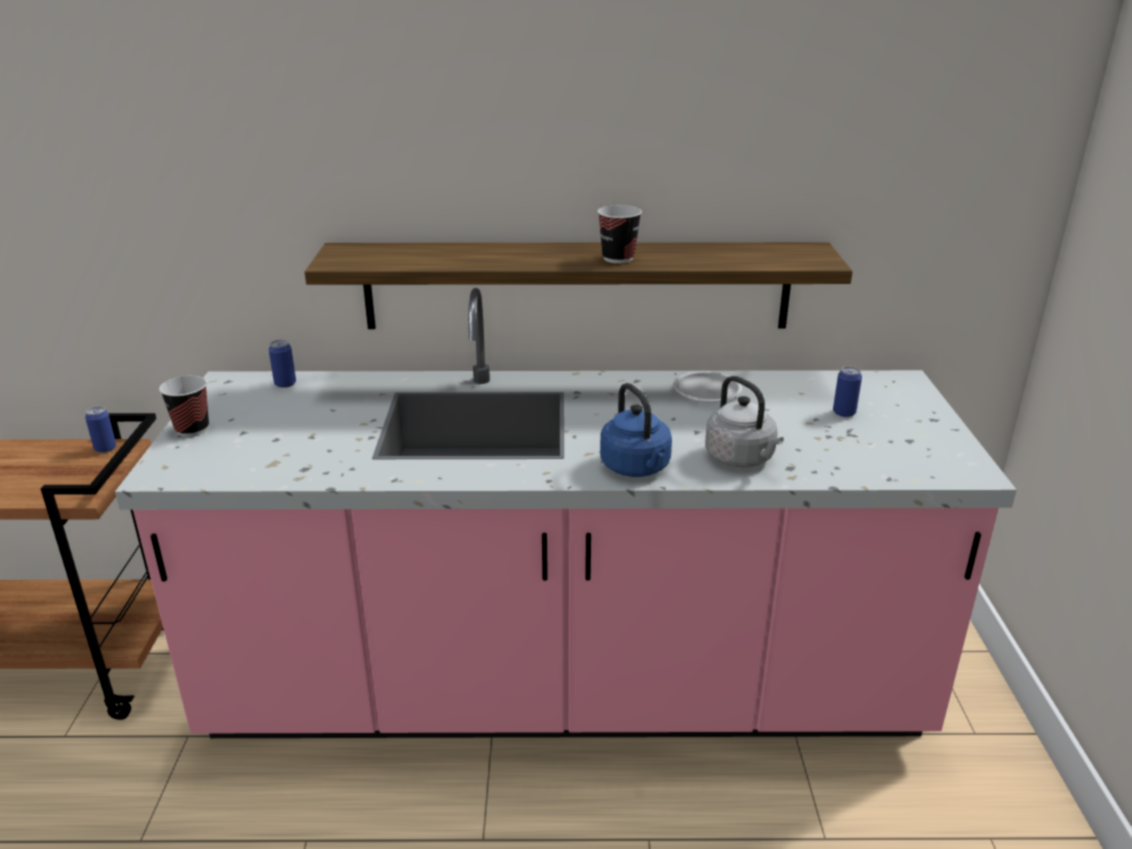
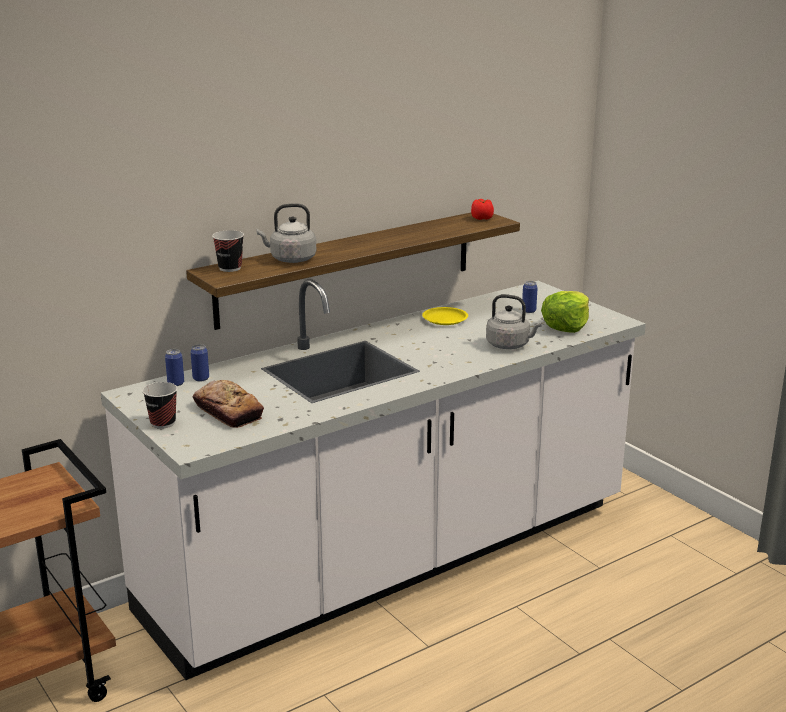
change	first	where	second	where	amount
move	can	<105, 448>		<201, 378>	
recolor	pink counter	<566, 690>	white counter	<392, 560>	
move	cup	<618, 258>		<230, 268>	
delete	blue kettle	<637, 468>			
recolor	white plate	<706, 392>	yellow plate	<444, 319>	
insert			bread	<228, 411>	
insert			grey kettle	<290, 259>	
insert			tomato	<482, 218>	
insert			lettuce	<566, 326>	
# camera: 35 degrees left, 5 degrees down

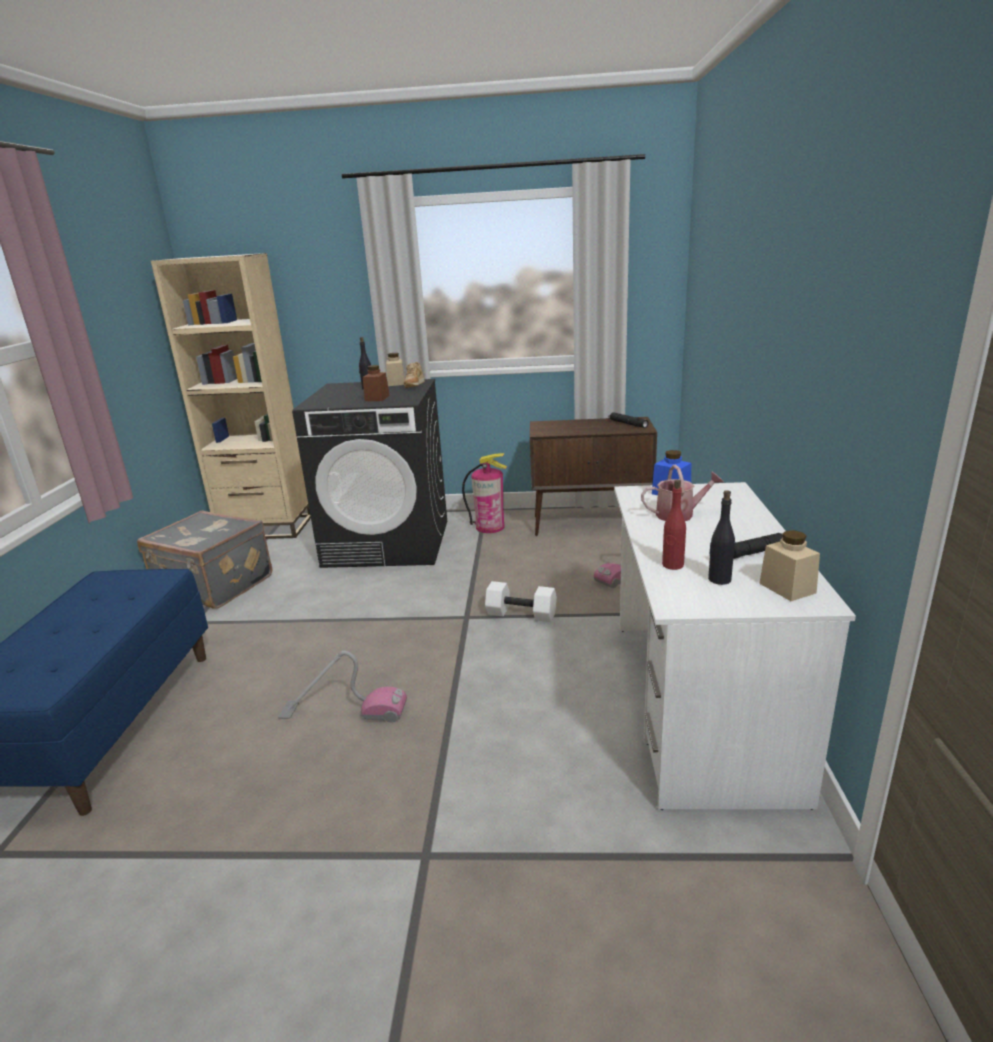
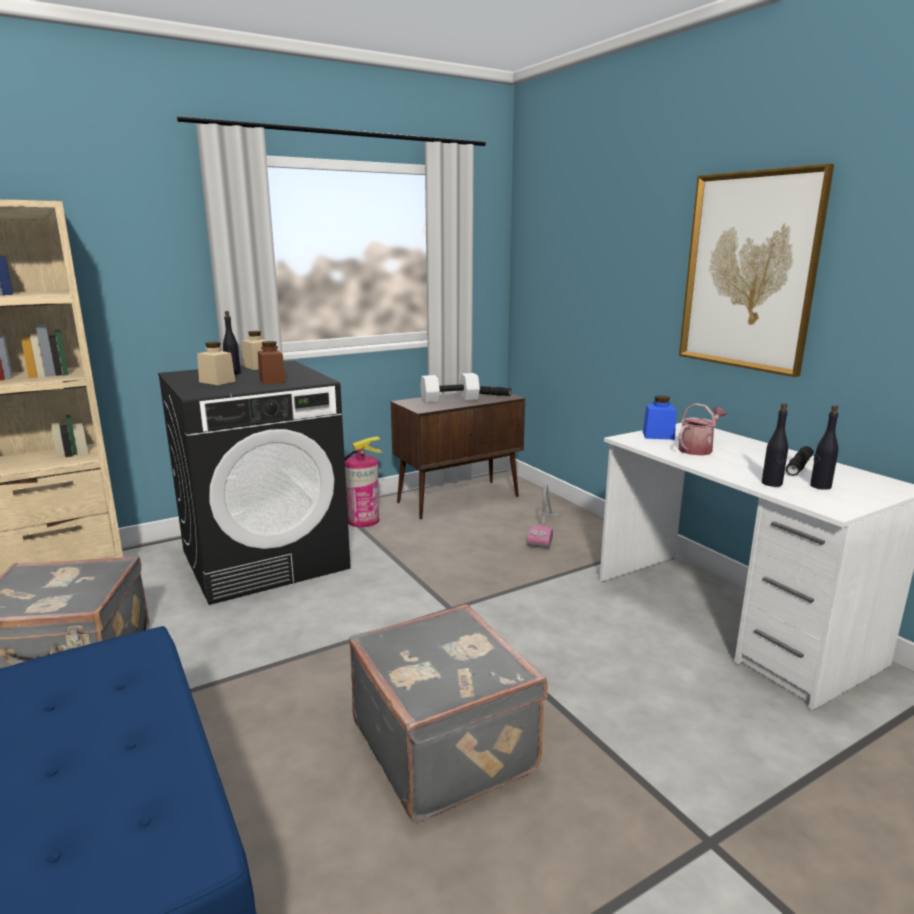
change	first	where	second	where	amount
replace	vacuum cleaner	<343, 712>	grey suitcase	<446, 745>	
delete	beige shoe	<414, 386>			
move	white dumbbell	<522, 613>		<450, 399>	
recolor	red bottle	<672, 565>	black bottle	<772, 483>	
move	beige jar	<787, 588>		<217, 381>	
insert			picture	<749, 271>	
# camera: 35 degrees left, 5 degrees down

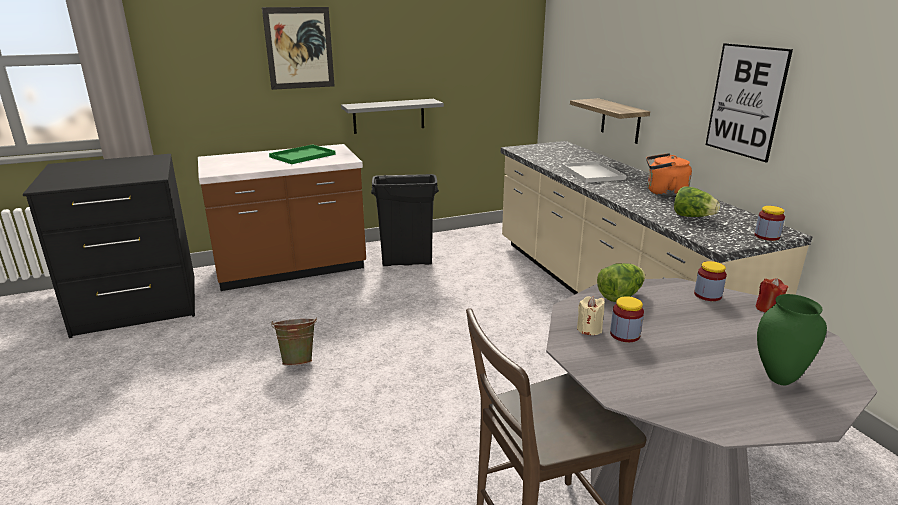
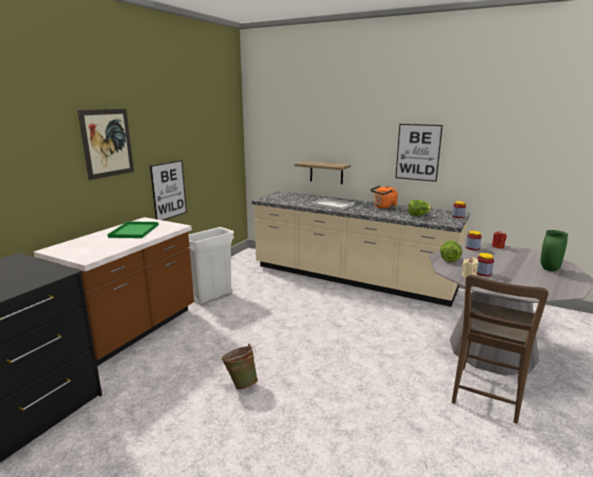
change	first	where	second	where	amount
replace	grey shelf	<389, 116>	picture	<169, 190>	
recolor	black trash can	<407, 262>	white trash can	<212, 296>	
# camera: 40 degrees left, 5 degrees down

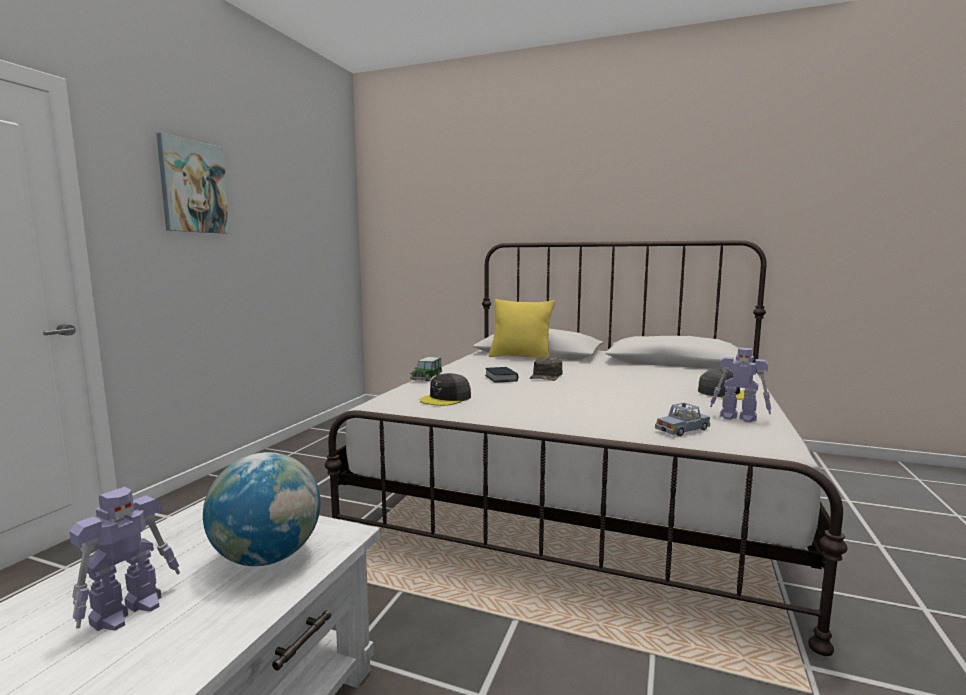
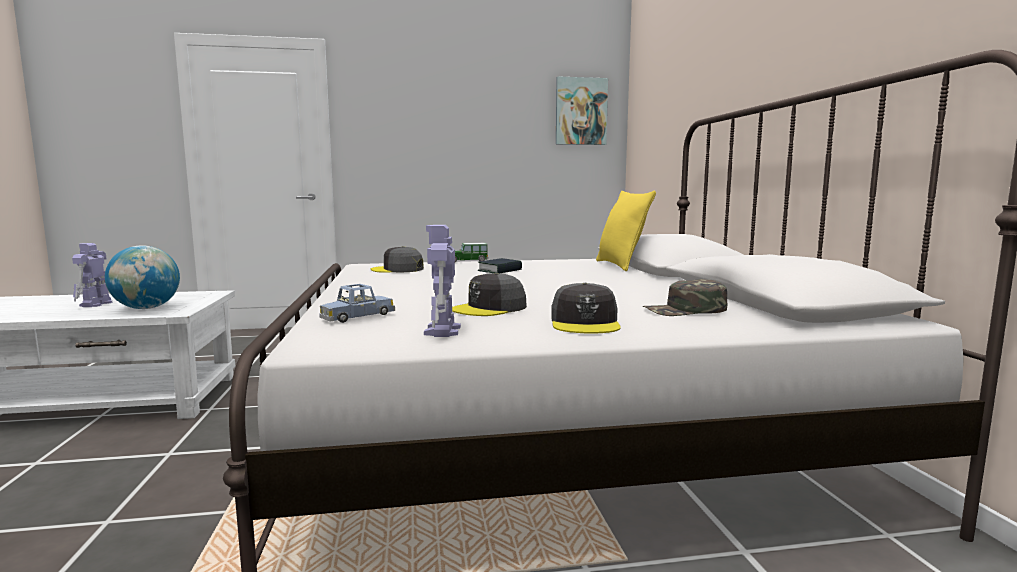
change	first	where	second	where	amount
rotate	toy robot	<130, 610>		<95, 304>	90 degrees clockwise
move	picture	<193, 187>		<581, 111>	
move	green cap	<546, 376>		<685, 310>	
rotate	blue toy car	<683, 430>		<357, 317>	105 degrees clockwise
insert			grey cap	<489, 308>	
# camera: 60 degrees right, 0 degrees up

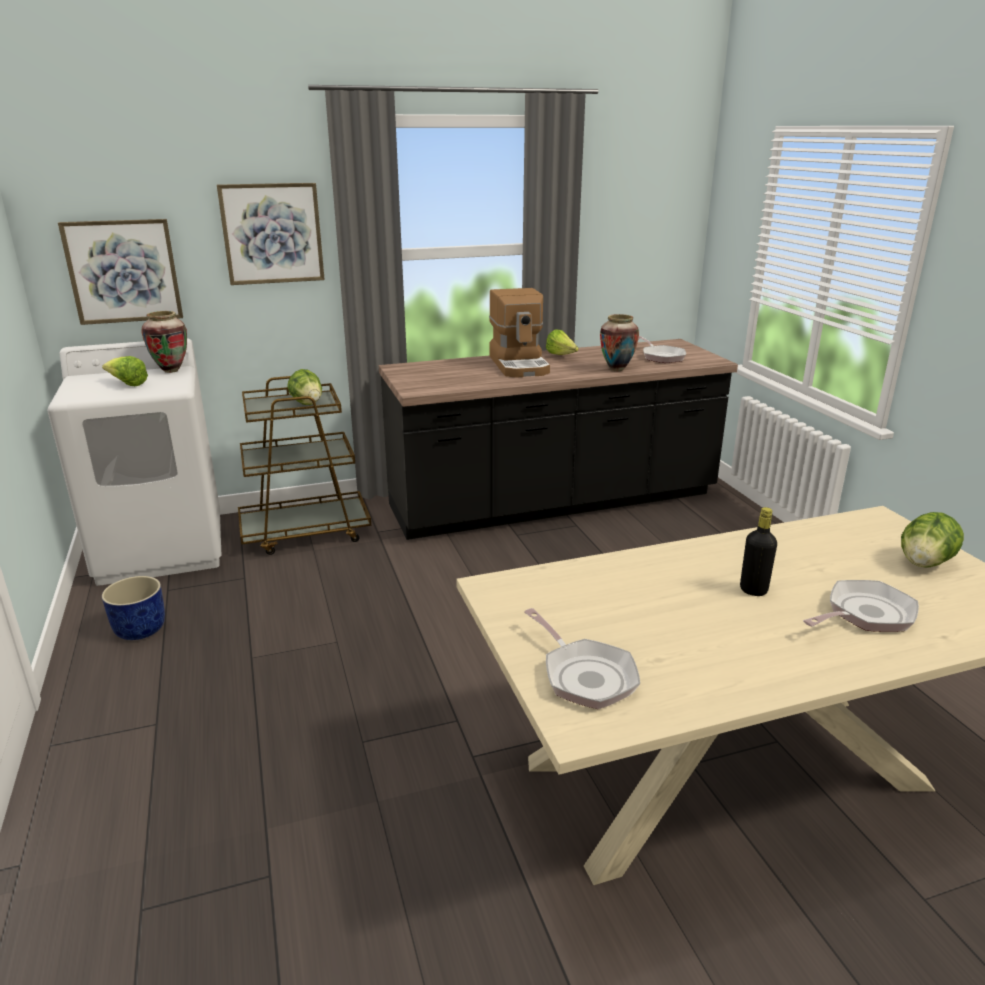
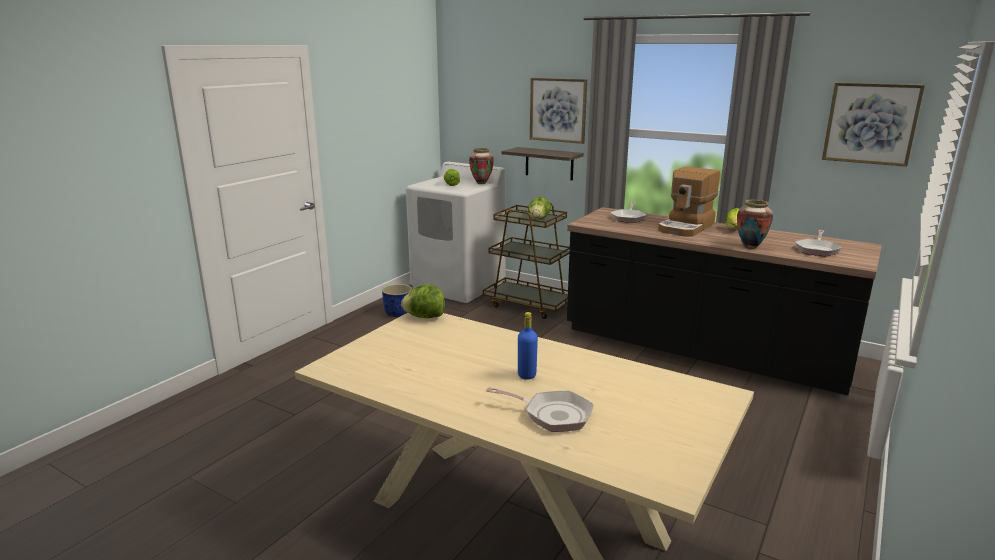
change	first	where	second	where	amount
move	picture	<123, 271>		<871, 123>	
move	frying pan	<585, 675>		<628, 218>	
recolor	black bottle	<753, 590>	blue bottle	<527, 375>	
move	lettuce	<925, 563>		<425, 317>	
insert			shelf	<549, 163>	
# camera: 50 degrees right, 5 degrees down

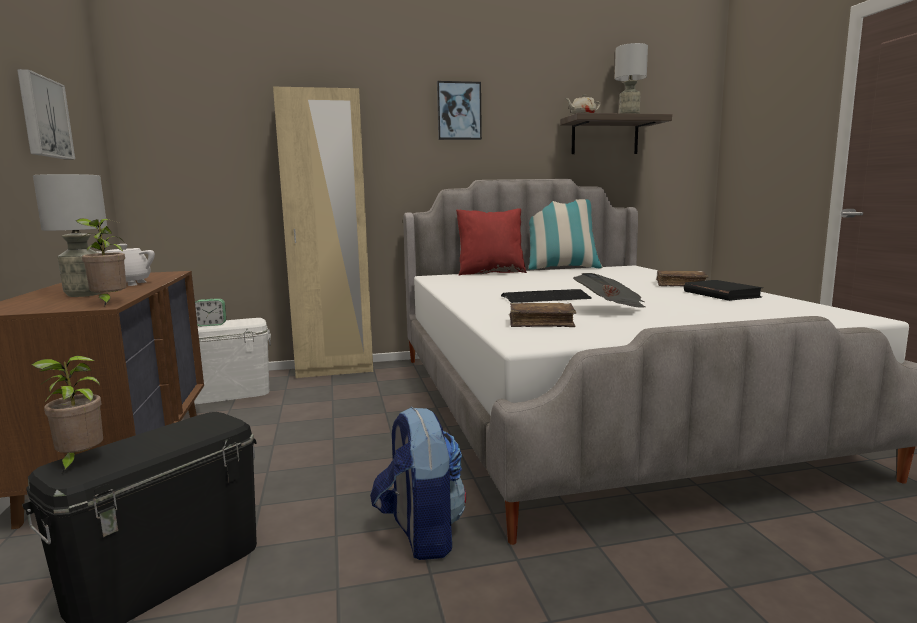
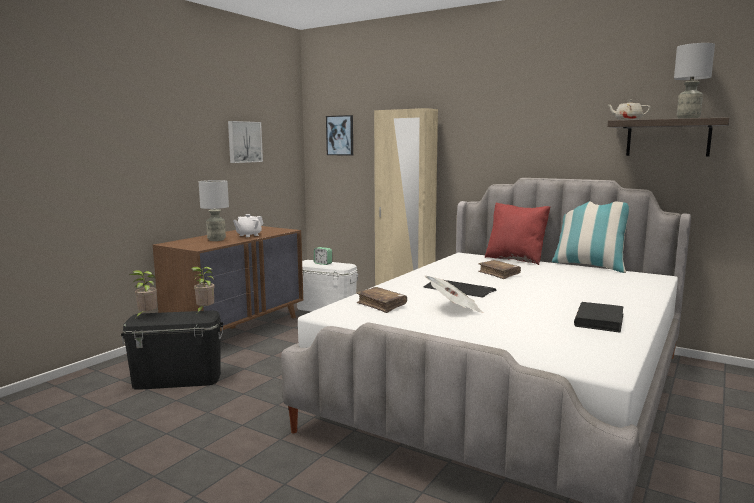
change	first	where	second	where	amount
move	potted plant	<109, 303>		<204, 310>	
delete	backpack	<420, 534>			
move	picture	<459, 111>		<340, 135>	
move	brown book	<680, 284>		<499, 274>	
# camera: 45 degrees right, 0 degrees up

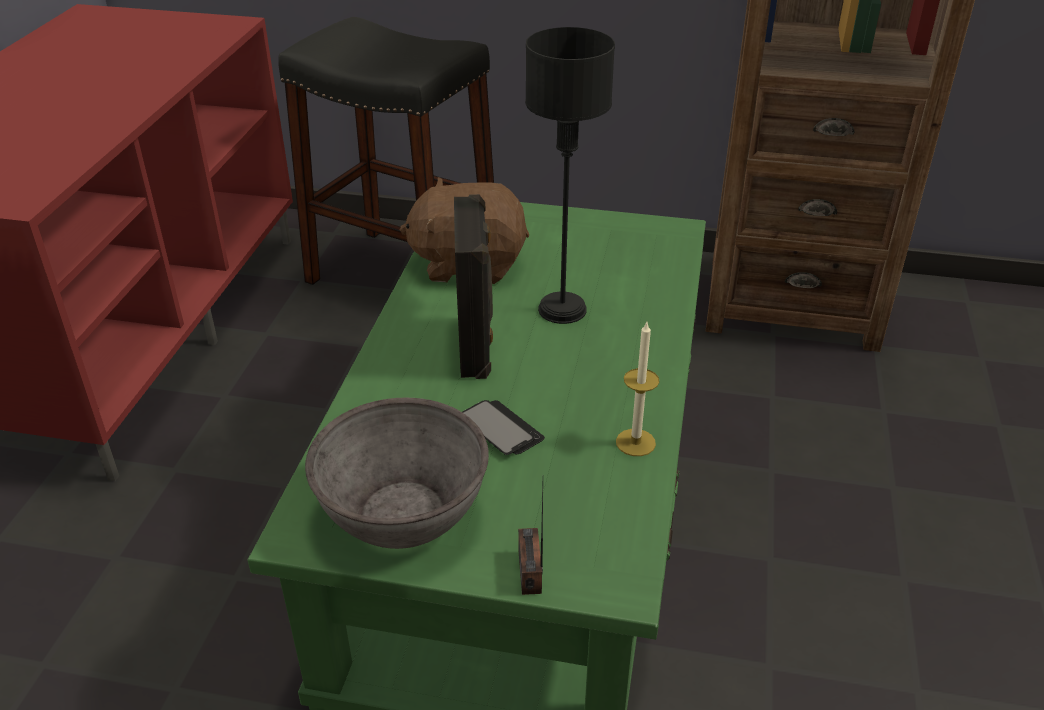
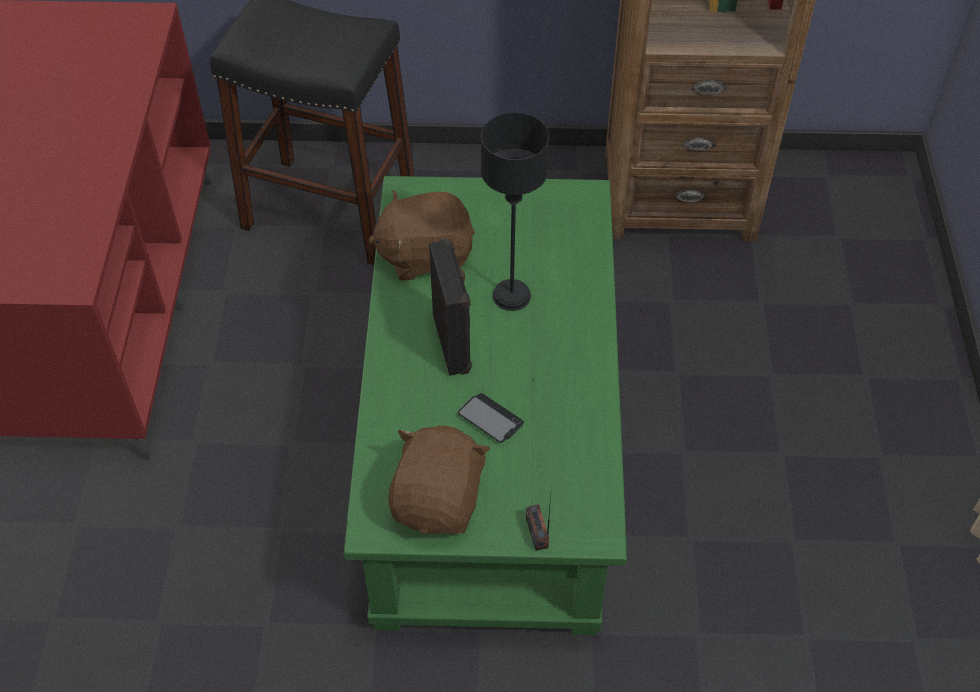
change	first	where	second	where	amount
replace	grey bowl	<402, 513>	brown plush toy	<439, 500>	
delete	candle	<635, 442>			
# camera: 10 degrees left, 15 degrees up

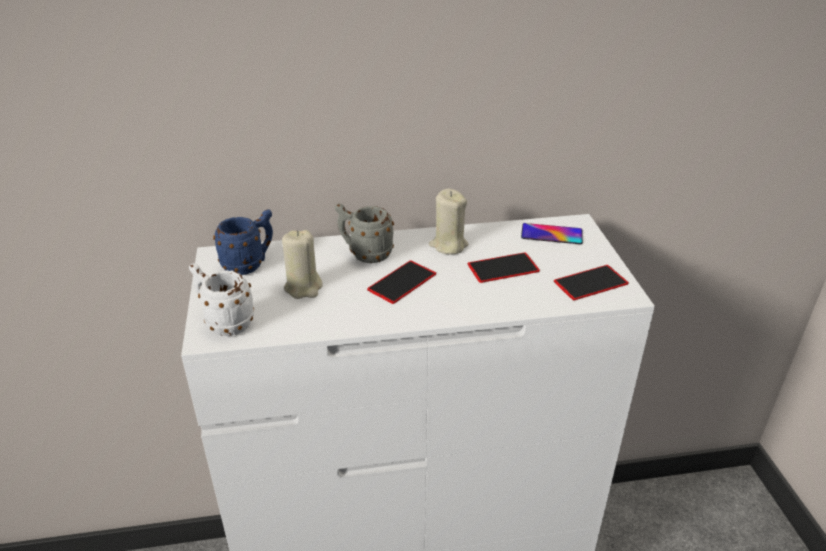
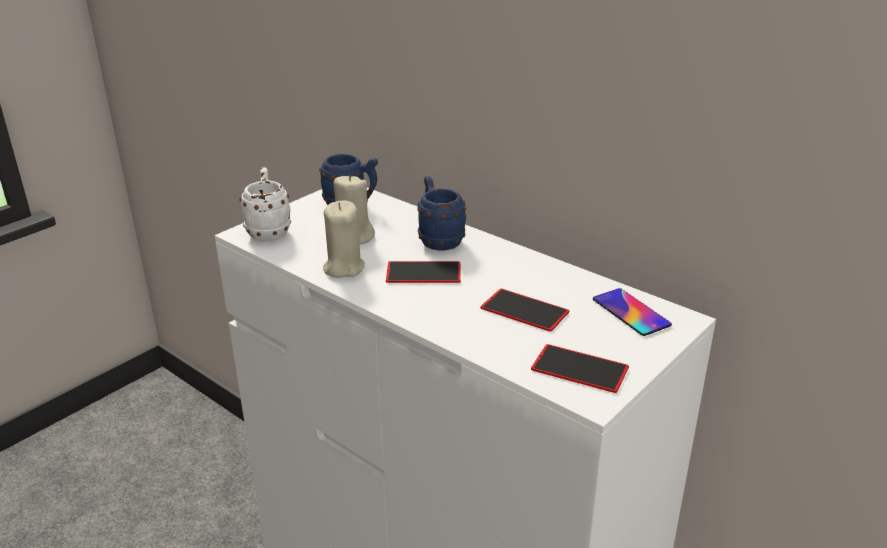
change	first	where	second	where	amount
recolor	grey mug	<365, 254>	blue mug	<438, 239>	
move	beige candle	<448, 245>		<343, 268>	
# camera: 50 degrees right, 5 degrees down

